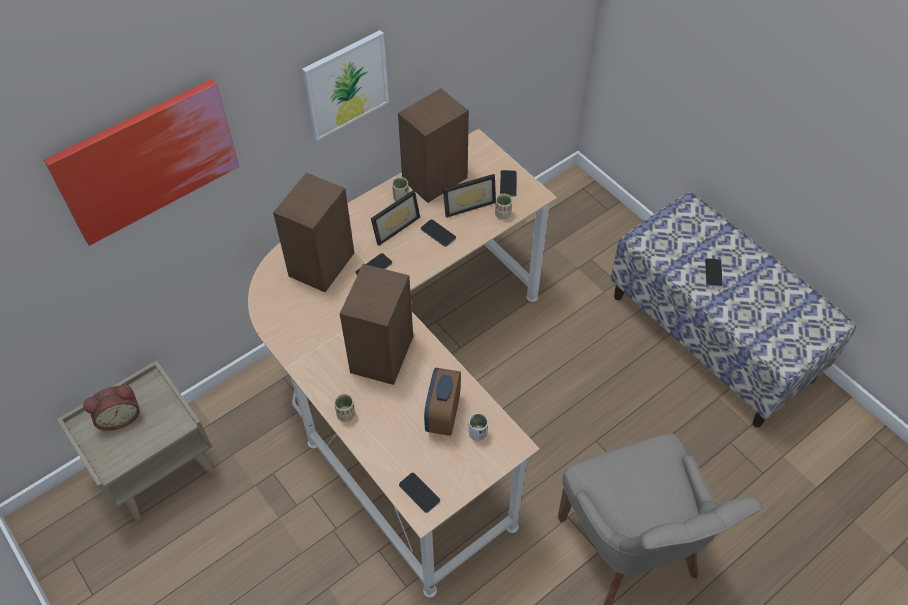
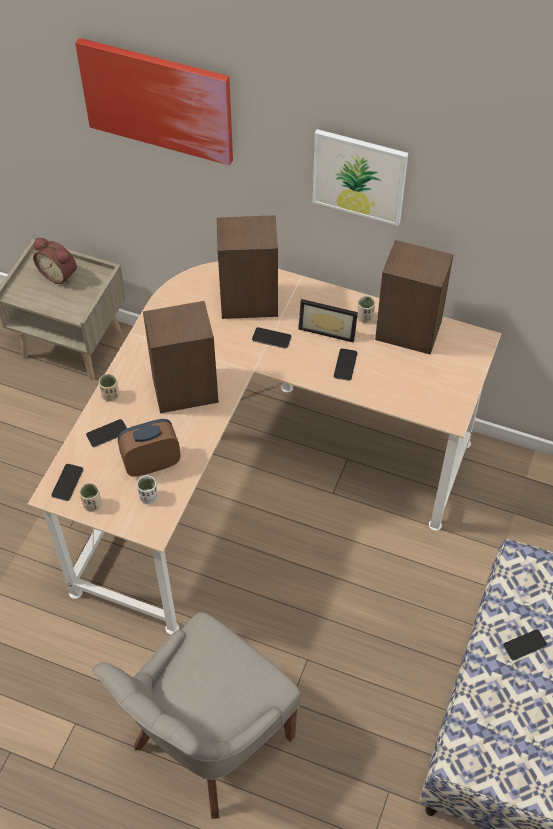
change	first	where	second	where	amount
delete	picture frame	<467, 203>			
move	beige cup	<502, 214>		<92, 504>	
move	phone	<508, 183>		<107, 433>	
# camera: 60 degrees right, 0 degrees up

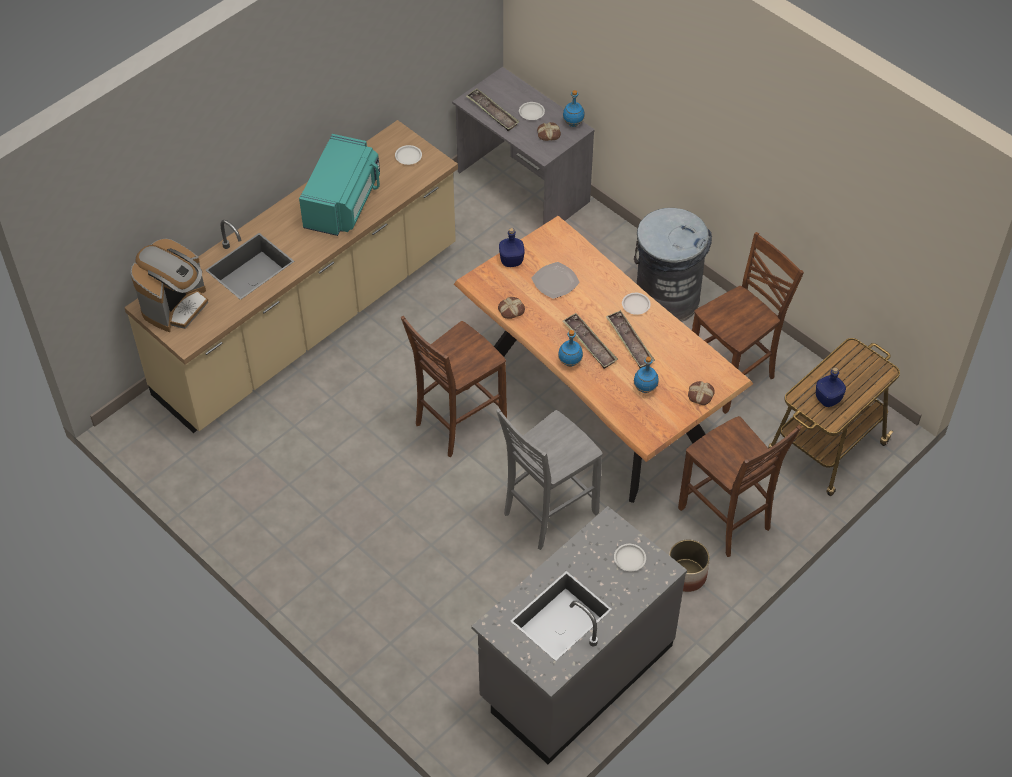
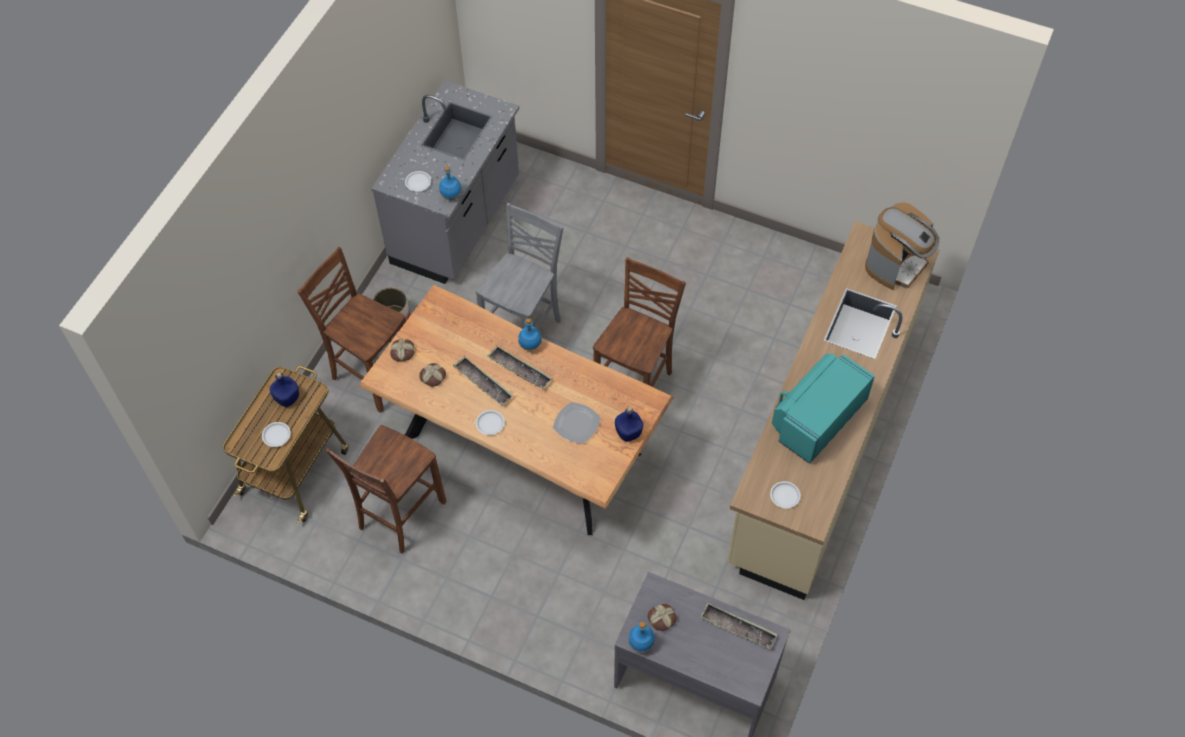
change	first	where	second	where	amount
rotate	coffee machine	<176, 305>		<896, 264>	150 degrees counterclockwise
rotate	turquoise microwave	<343, 203>		<817, 417>	45 degrees clockwise
move	bread	<511, 309>		<433, 377>	
move	white plate	<531, 112>		<277, 435>	
delete	grey trash can	<666, 298>			
move	blue bottle	<645, 389>		<451, 196>	
# camera: 160 degrees right, 5 degrees up

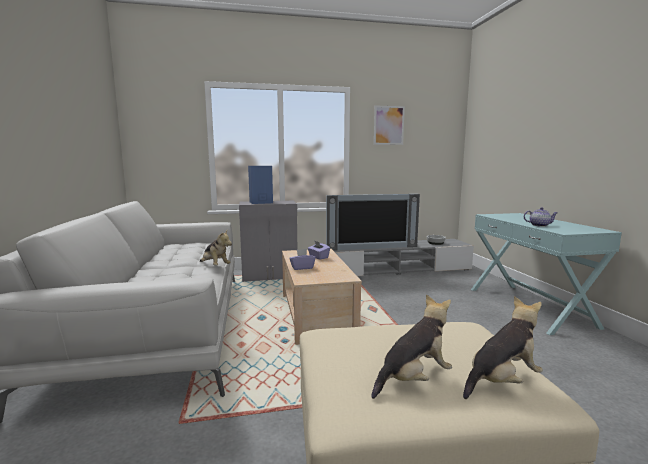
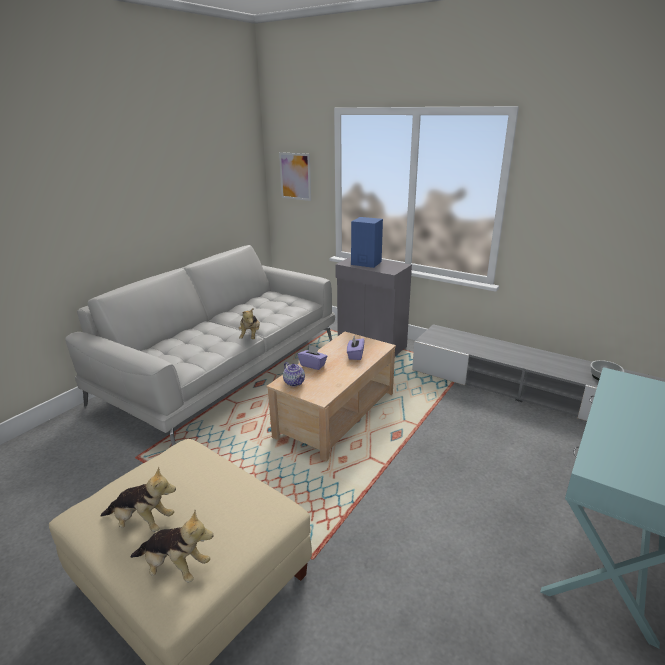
change	first	where	second	where	amount
delete	television	<371, 247>			
move	picture	<388, 125>		<295, 176>	
move	teapot	<539, 225>		<294, 382>	
# camera: 45 degrees right, 15 degrees up

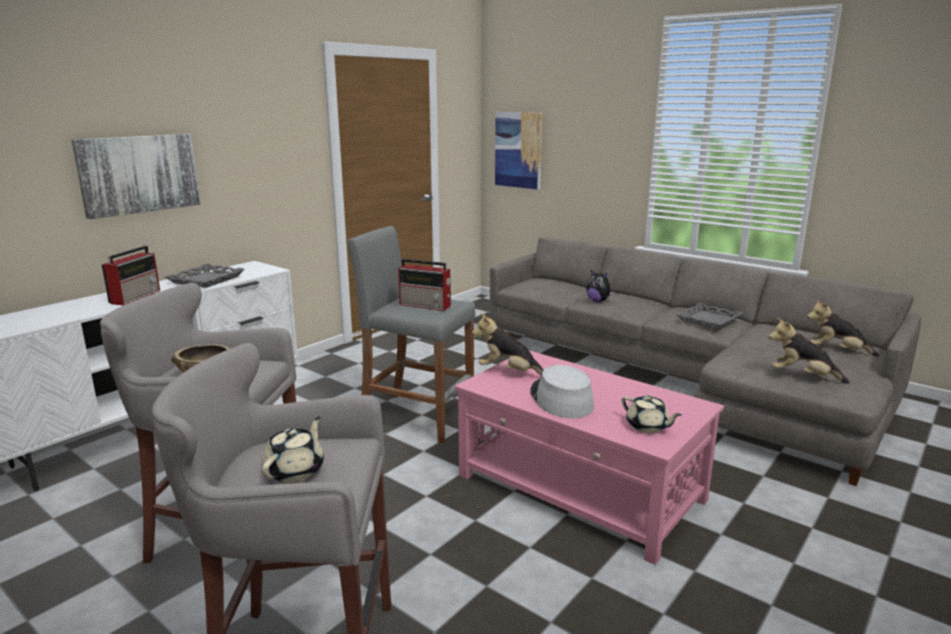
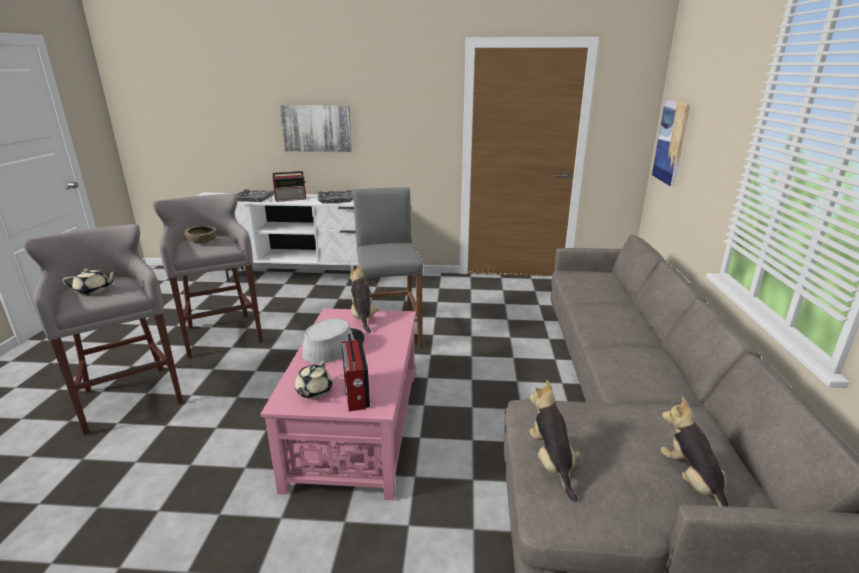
change	first	where	second	where	amount
move	radio	<426, 305>		<356, 393>	
delete	plush toy	<598, 301>			
move	grey tray	<708, 320>		<254, 198>	
# camera: 55 degrees right, 5 degrees up

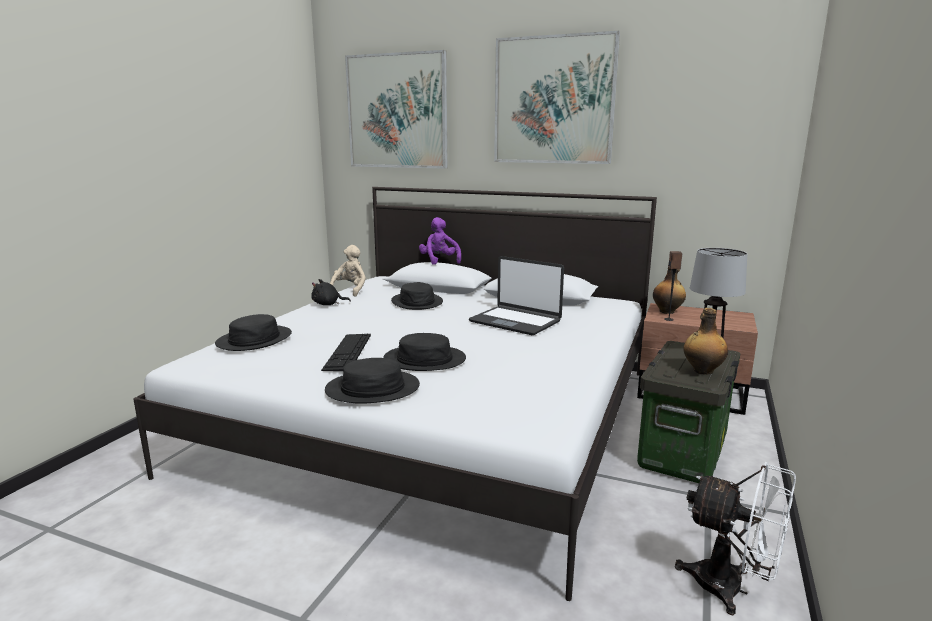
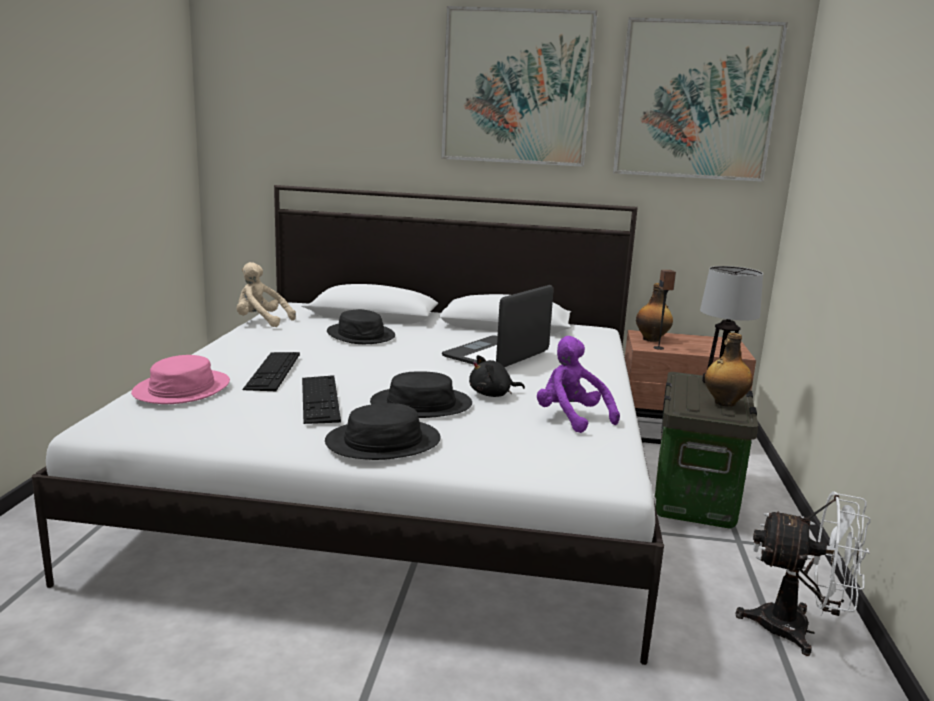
change	first	where	second	where	amount
recolor	black hat	<254, 339>	pink hat	<182, 389>	
move	black plush toy	<328, 304>		<492, 394>	
rotate	beige plush toy	<350, 290>		<261, 322>	75 degrees counterclockwise
move	picture	<397, 111>		<696, 101>	
move	purple plush toy	<439, 261>		<571, 418>	
rotate	laptop	<515, 321>		<497, 355>	105 degrees clockwise
insert			keyboard	<273, 371>	
# camera: 15 degrees left, 0 degrees up

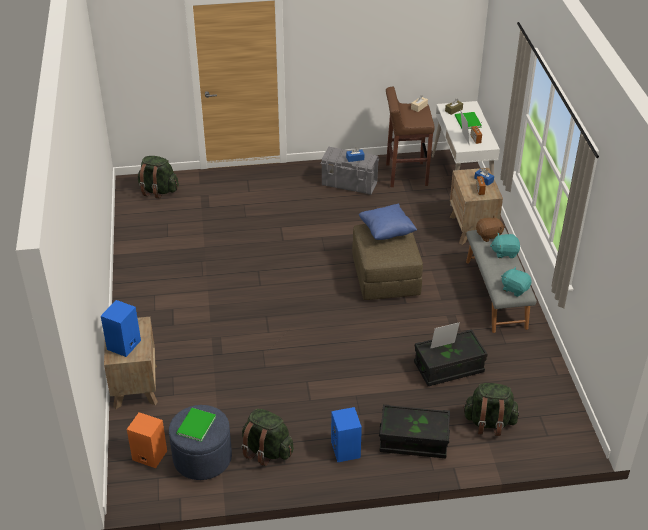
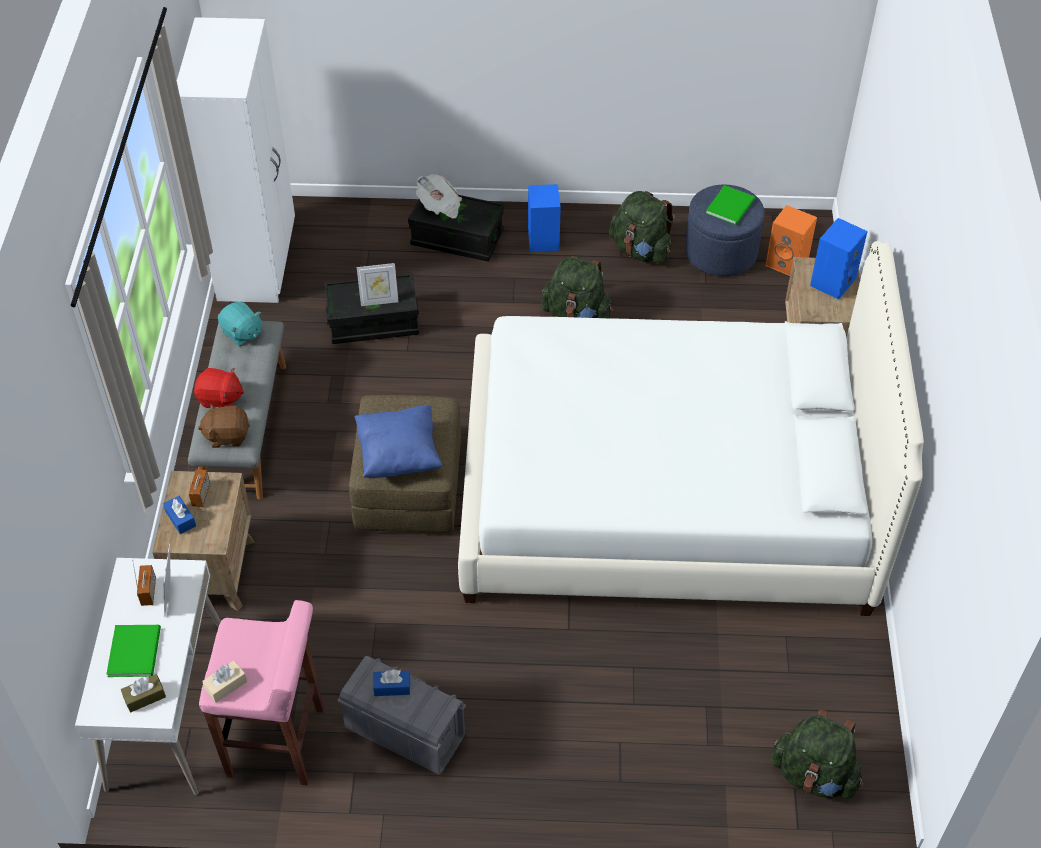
change	first	where	second	where	amount
recolor	brown stool	<405, 175>	pink stool	<278, 743>	
move	green backpack	<489, 422>		<576, 316>	
recolor	turquoise plush toy	<504, 252>	red plush toy	<220, 399>	
insert			white wardrobe	<258, 260>	
insert			newspaper	<439, 206>	
insert			white bed	<666, 495>	
# camera: 170 degrees left, 10 degrees up

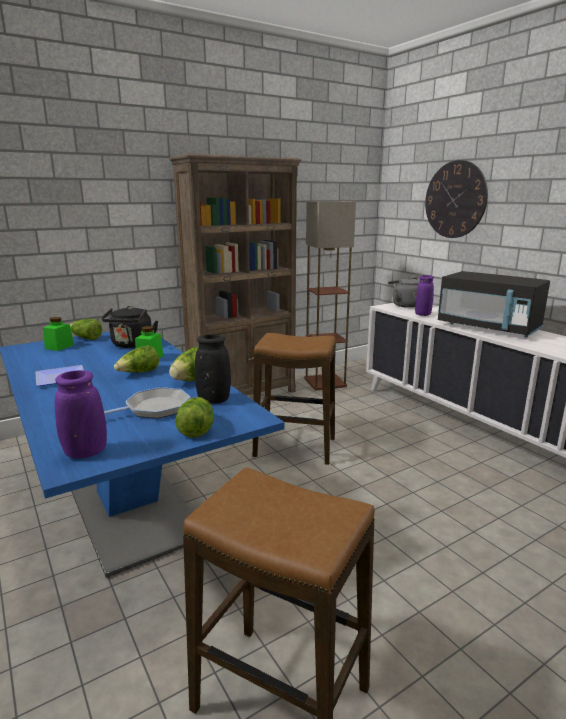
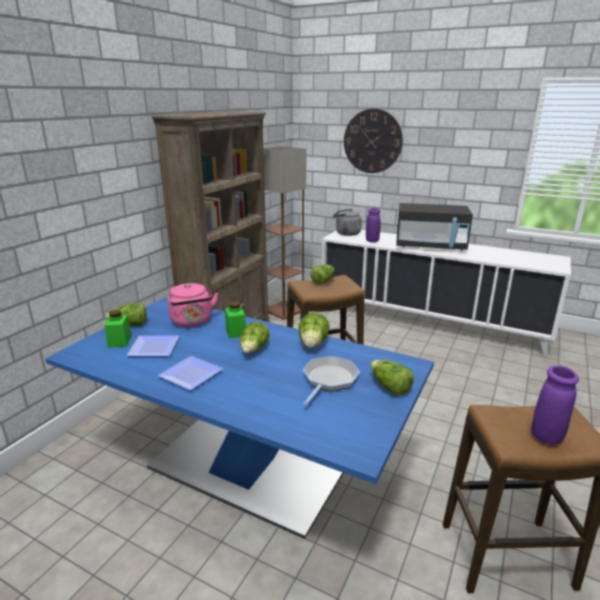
change	first	where	second	where	amount
move	purple vase	<85, 452>		<547, 436>	
recolor	black kettle	<131, 345>	pink kettle	<192, 322>	
delete	black vase	<214, 400>			
insert			plate	<155, 349>	
insert			lettuce	<323, 281>	
# camera: 30 degrees left, 5 degrees up

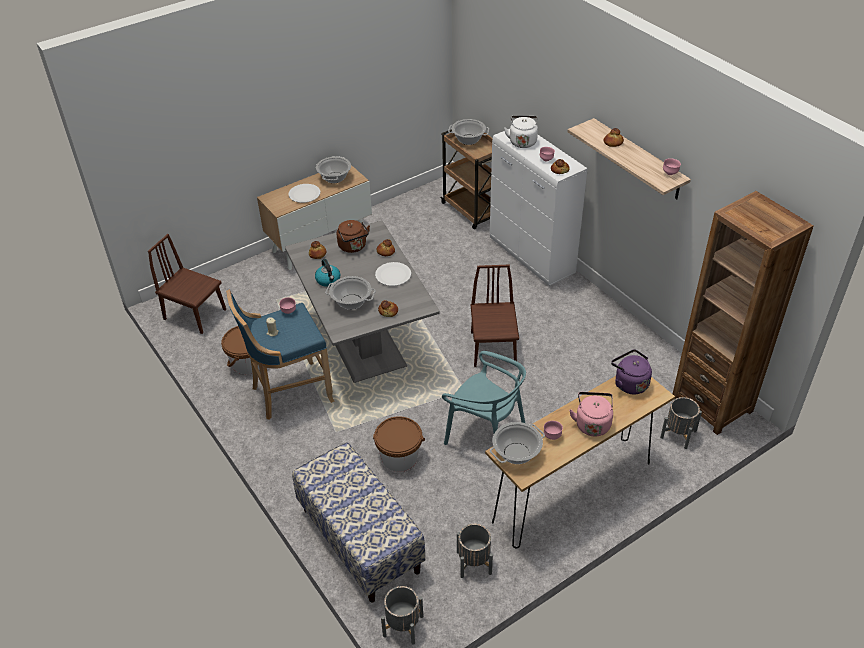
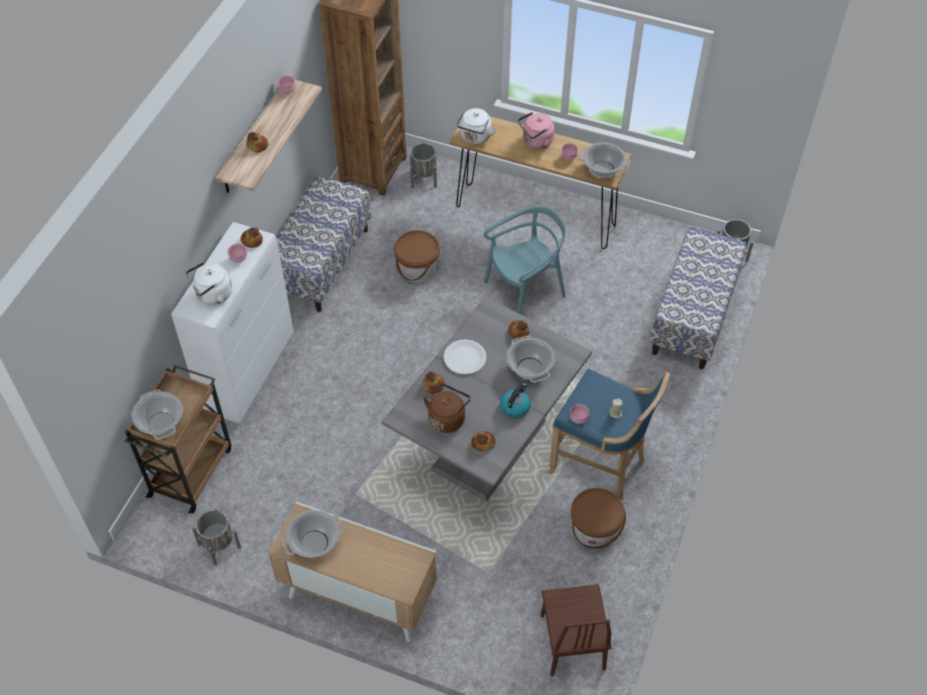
change	first	where	second	where	amount
delete	white plate	<304, 194>			
move	brown bucket	<399, 457>		<417, 270>	
rotate	turquoise chair	<486, 435>		<525, 292>	60 degrees clockwise
move	grey planter	<474, 562>		<219, 546>	
delete	brown chair	<493, 348>			
recolor	purple kettle	<629, 383>	white kettle	<475, 137>	
insert			bench	<321, 262>	
# camera: 125 degrees left, 10 degrees up

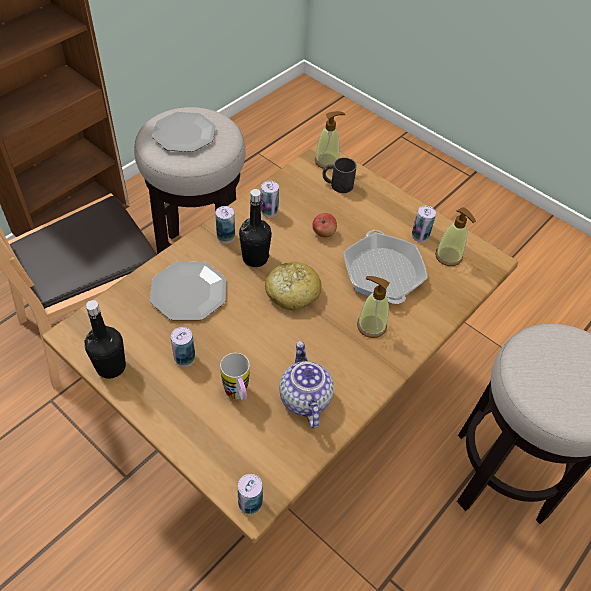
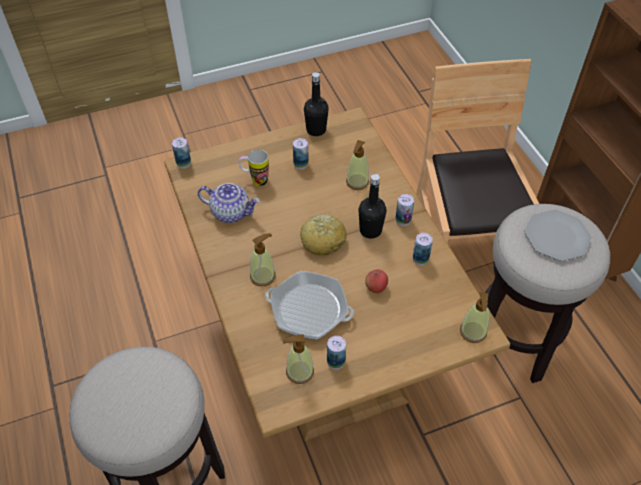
change	first	where	second	where	amount
replace	plate	<188, 292>	soap dispenser	<357, 182>	
delete	black mug	<337, 184>			
# camera: 120 degrees right, 0 degrees up

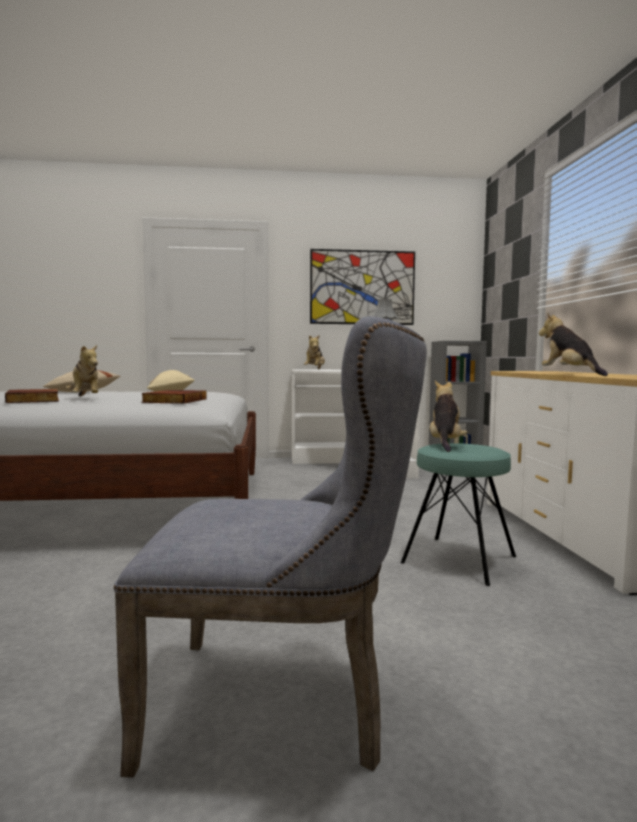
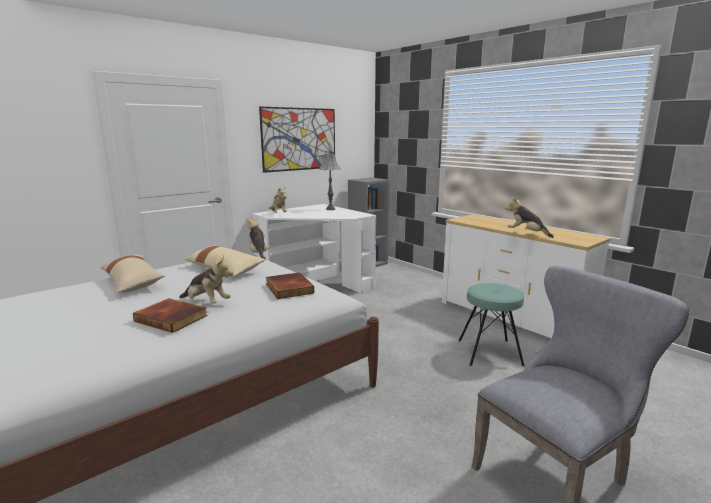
change	first	where	second	where	amount
move	plush toy	<445, 444>		<258, 254>	
# camera: 35 degrees left, 10 degrees up

